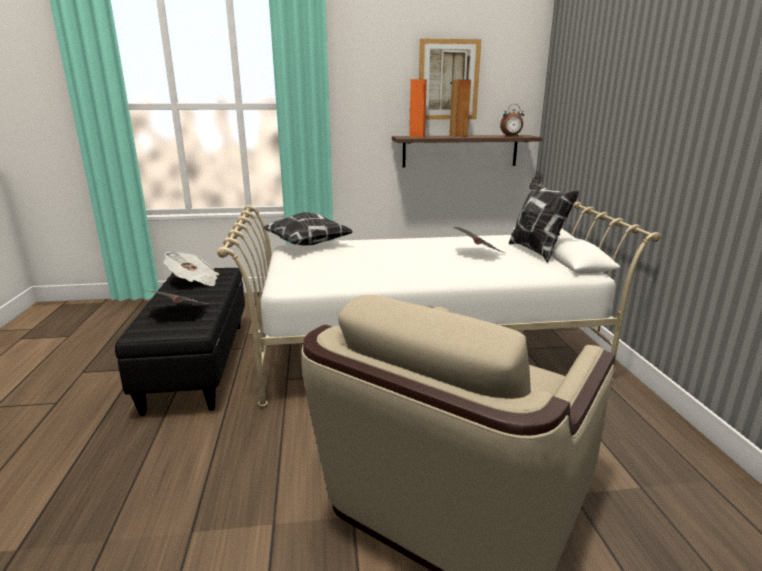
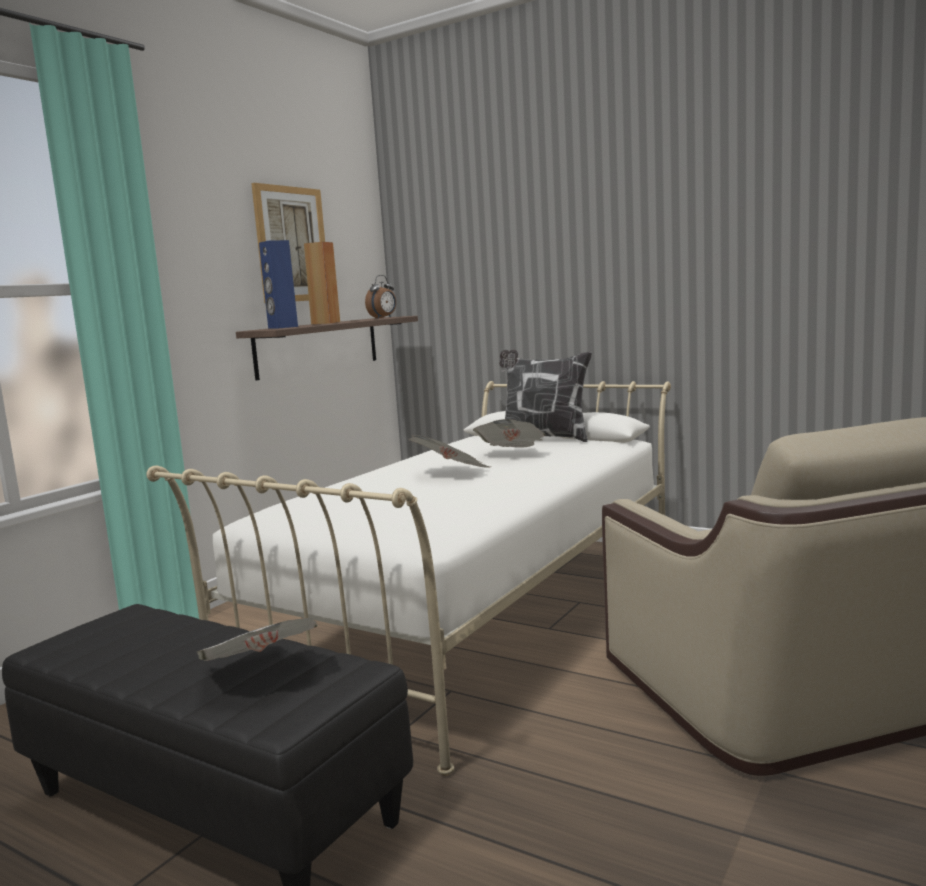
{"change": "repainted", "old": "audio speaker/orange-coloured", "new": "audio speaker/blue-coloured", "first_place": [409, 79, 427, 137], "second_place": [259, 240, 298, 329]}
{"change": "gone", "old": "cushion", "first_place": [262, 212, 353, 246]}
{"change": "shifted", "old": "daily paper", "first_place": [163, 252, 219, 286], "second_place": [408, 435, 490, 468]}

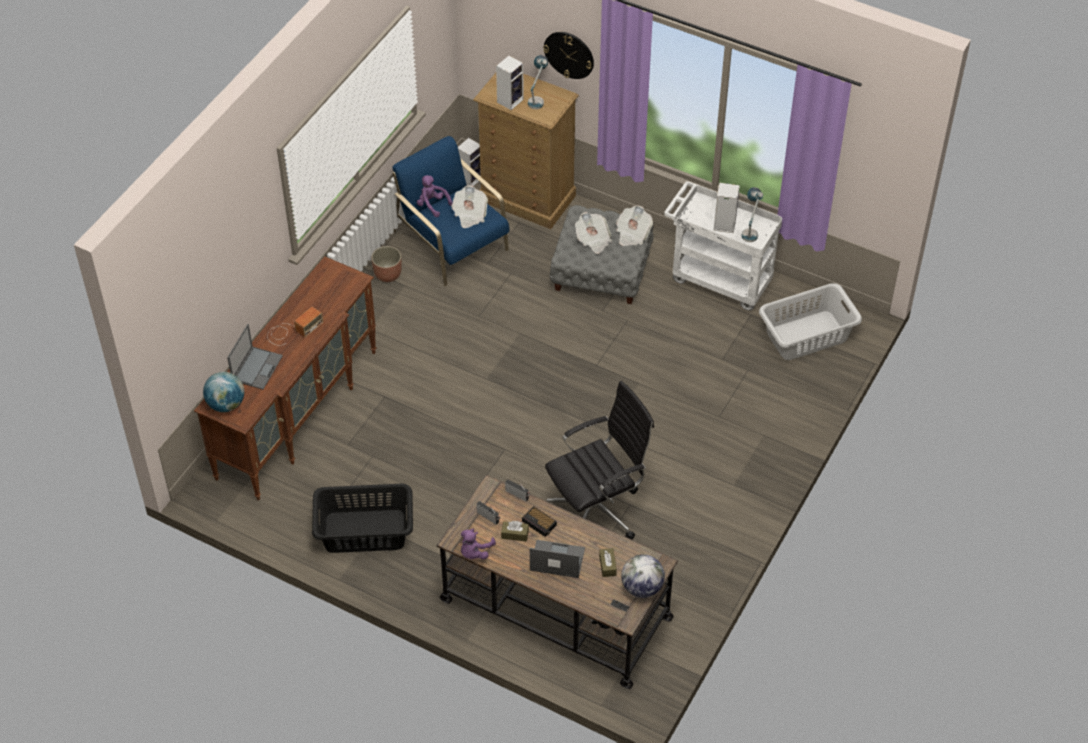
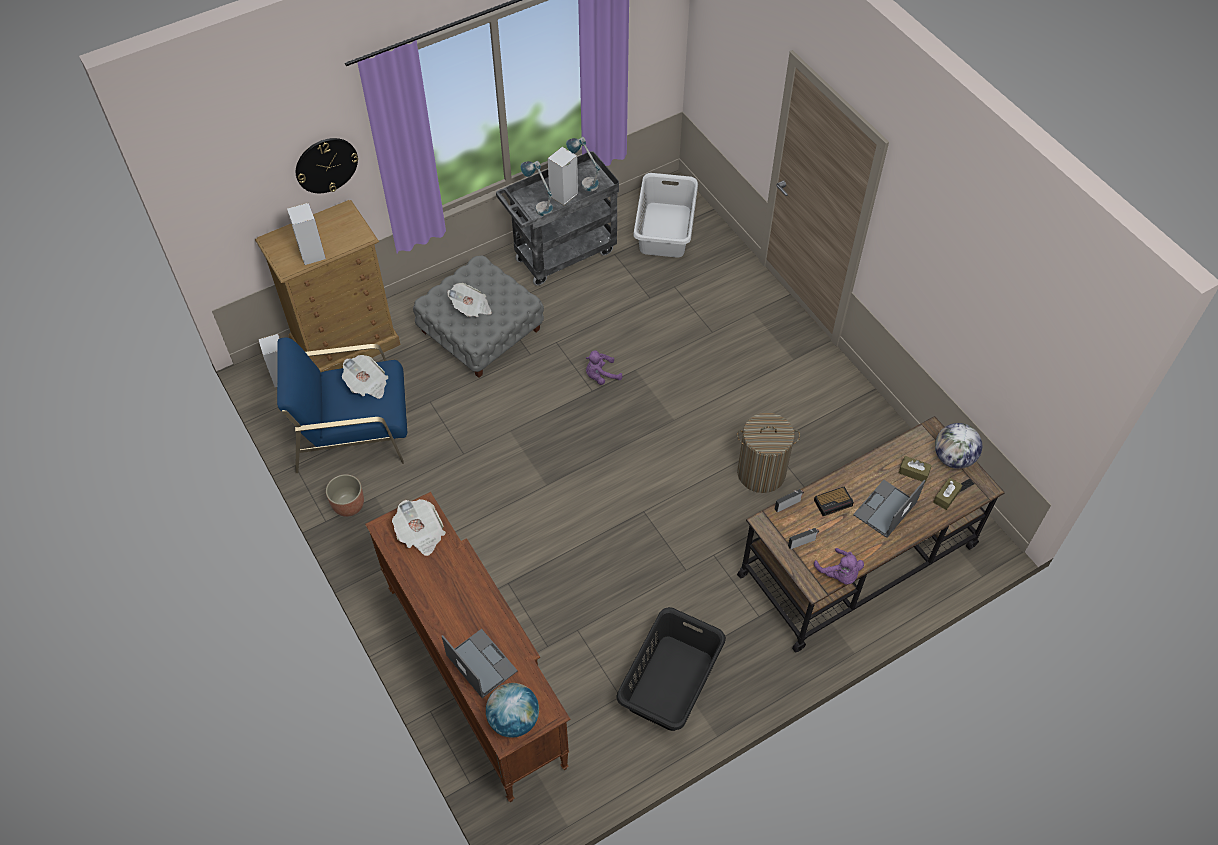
{"change": "shifted", "old": "tabletop lamp", "first_place": [528, 55, 548, 109], "second_place": [521, 161, 553, 216]}
{"change": "shifted", "old": "plush toy/purple", "first_place": [417, 175, 453, 217], "second_place": [586, 351, 623, 385]}
{"change": "repainted", "old": "cart/white-coloured", "new": "cart/black", "first_place": [664, 181, 782, 311], "second_place": [496, 151, 619, 285]}
{"change": "shifted", "old": "daily paper", "first_place": [616, 205, 653, 246], "second_place": [392, 499, 446, 556]}
{"change": "gone", "old": "radio receiver", "first_place": [267, 307, 323, 346]}
{"change": "swapped", "old": "desk chair/black", "new": "washing basket", "first_place": [545, 381, 654, 540], "second_place": [737, 413, 800, 493]}
{"change": "shifted", "old": "tissue box/brownish", "first_place": [501, 521, 529, 542], "second_place": [933, 477, 963, 510]}

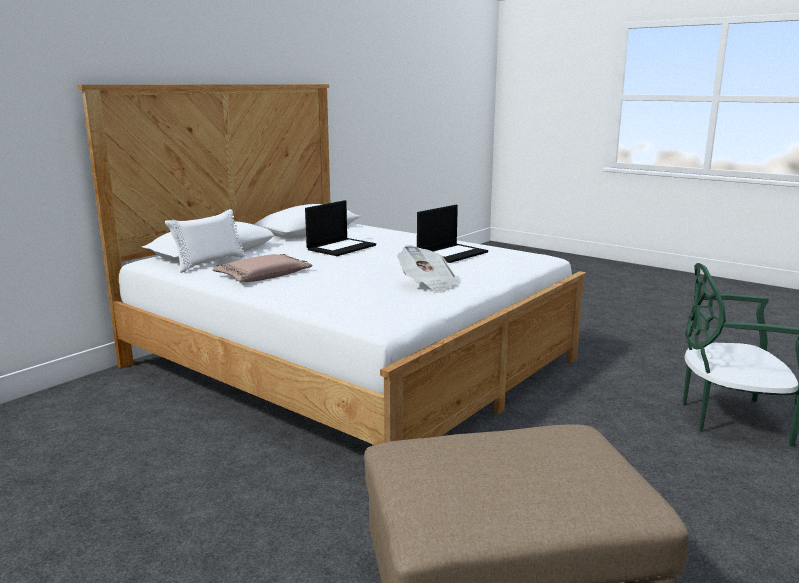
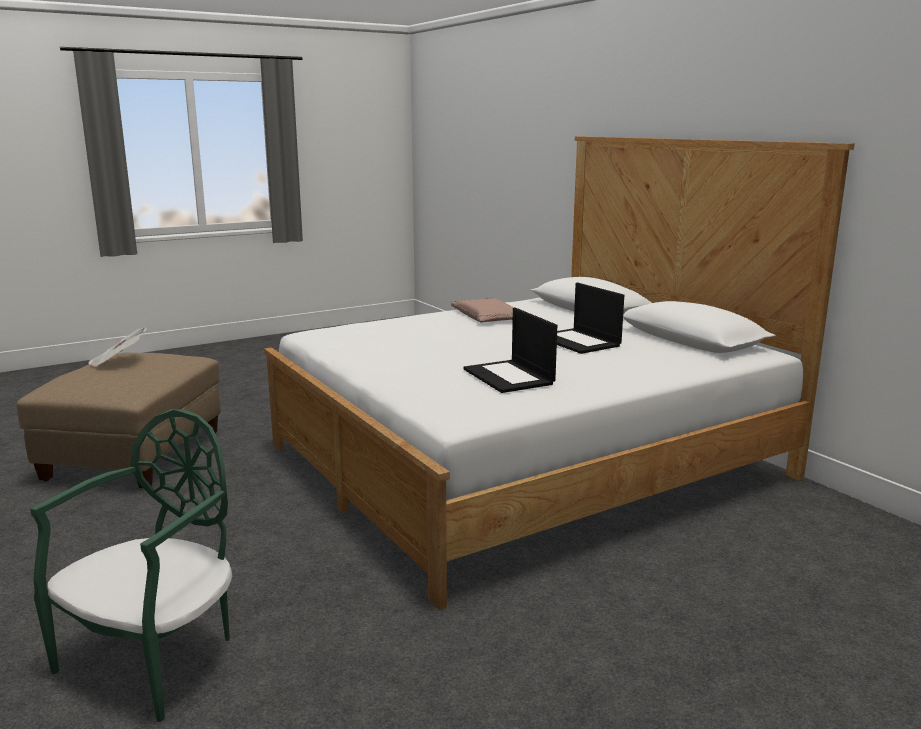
{"change": "gone", "old": "cushion/white-coloured", "first_place": [165, 209, 245, 273]}
{"change": "shifted", "old": "daily paper", "first_place": [397, 245, 458, 293], "second_place": [88, 327, 147, 367]}

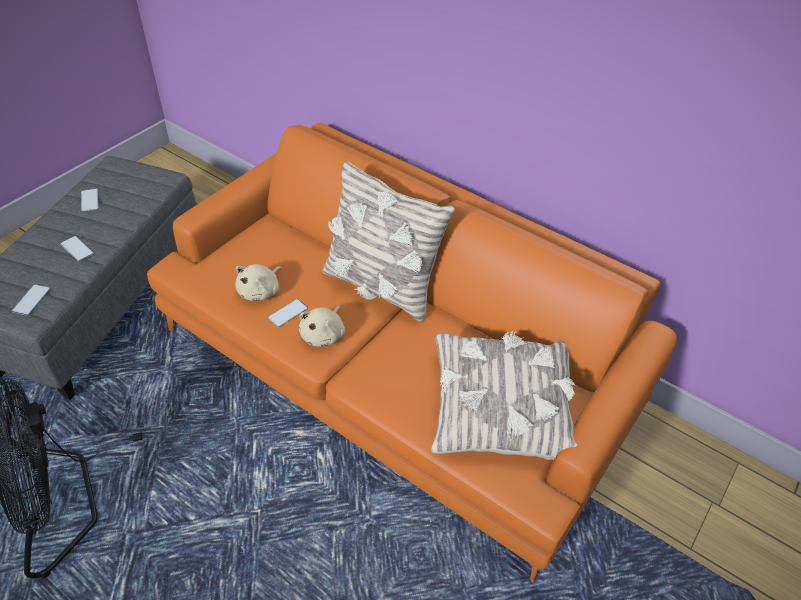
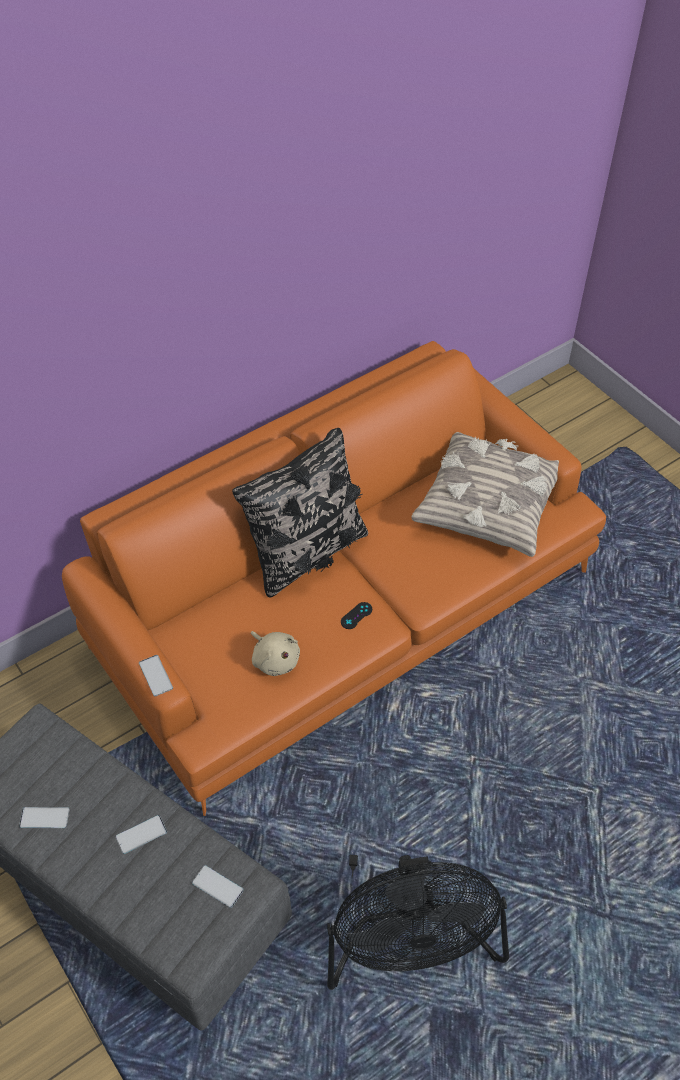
{"change": "repainted", "old": "cushion/beige", "new": "cushion/black", "first_place": [323, 162, 455, 322], "second_place": [232, 428, 368, 597]}
{"change": "shifted", "old": "telephone", "first_place": [268, 299, 308, 327], "second_place": [139, 655, 173, 696]}
{"change": "swapped", "old": "plush toy/beige", "new": "gamepad/black", "first_place": [299, 306, 345, 347], "second_place": [341, 602, 372, 629]}

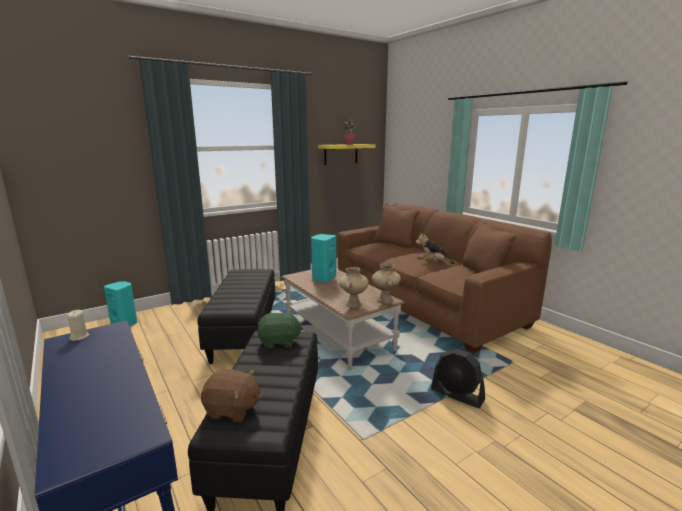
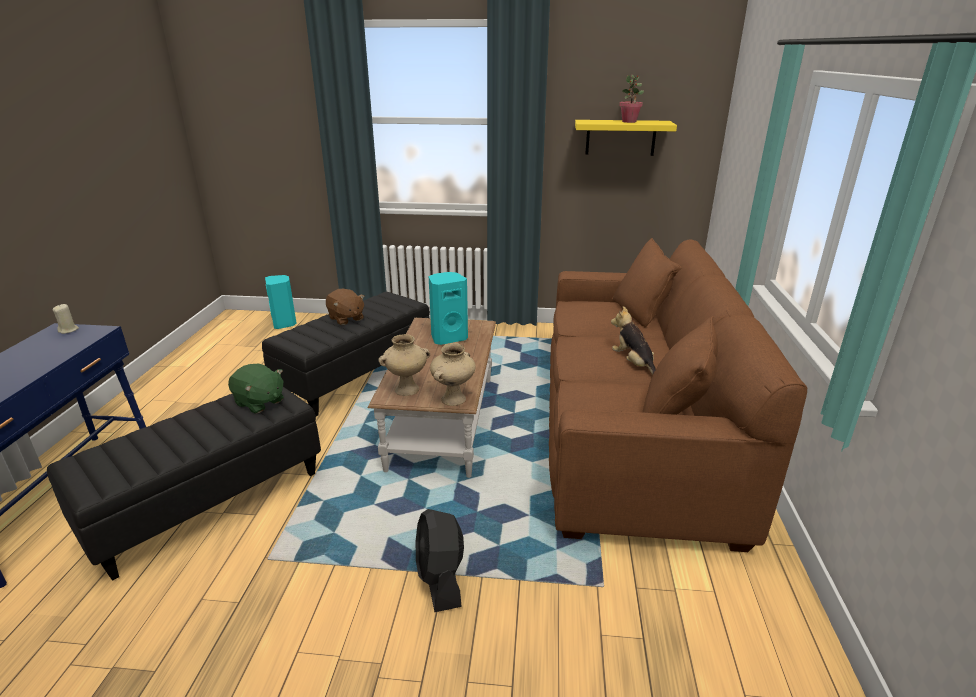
{"change": "shifted", "old": "plush toy/brownish", "first_place": [201, 369, 262, 422], "second_place": [326, 289, 365, 325]}

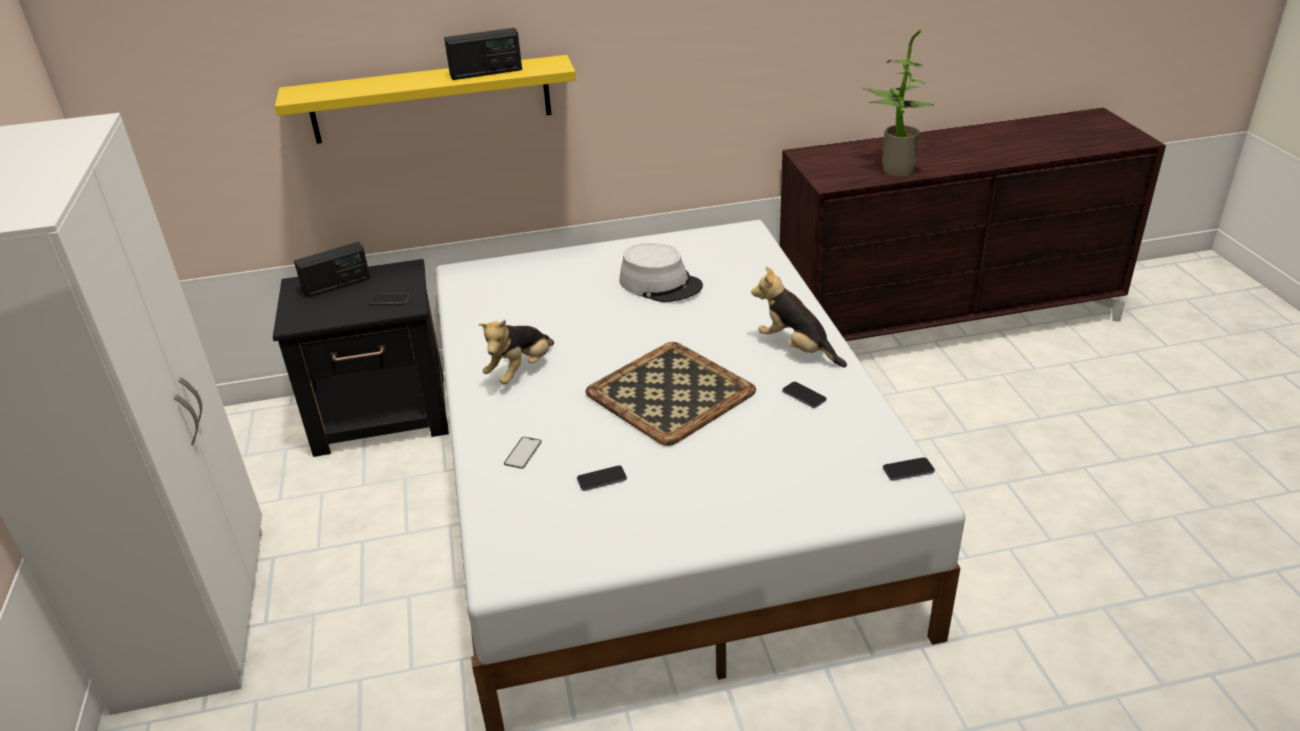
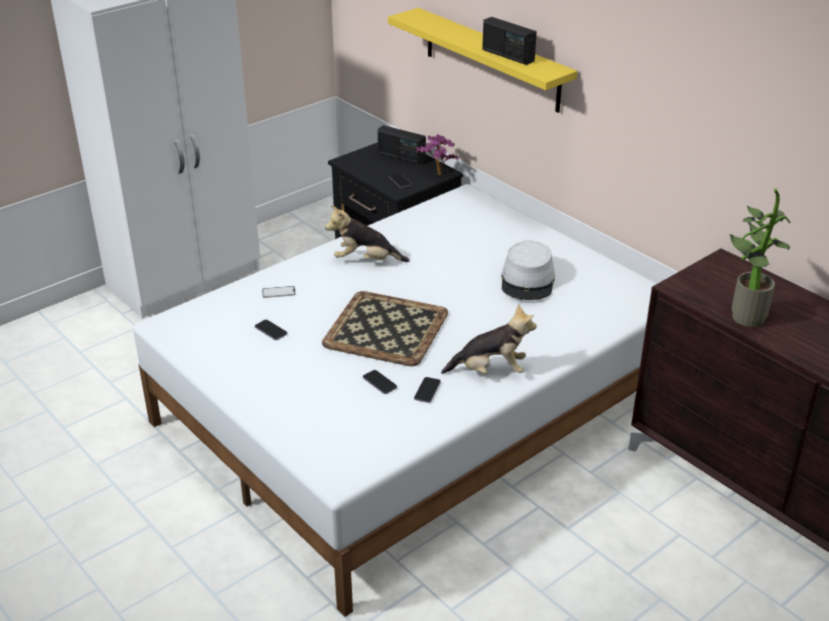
{"change": "rotated", "old": "plush toy", "first_place": [751, 266, 847, 367], "second_place": [441, 304, 537, 375], "degrees": 75}
{"change": "shifted", "old": "telephone", "first_place": [883, 457, 935, 481], "second_place": [363, 370, 397, 394]}
{"change": "new", "new": "potted plant", "second_place": [416, 134, 459, 175]}

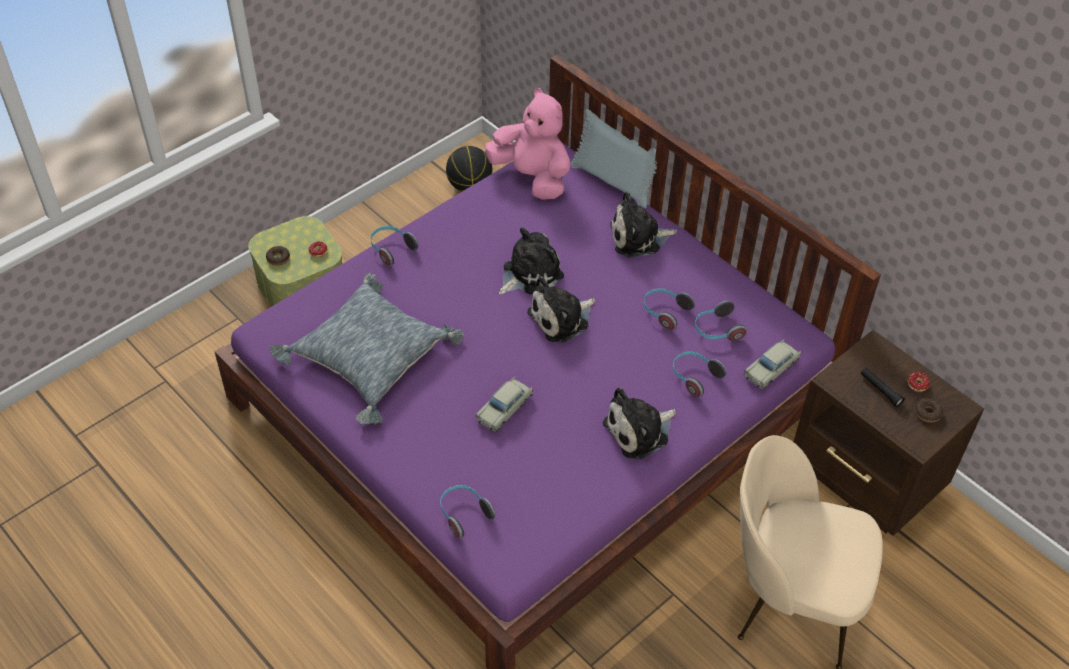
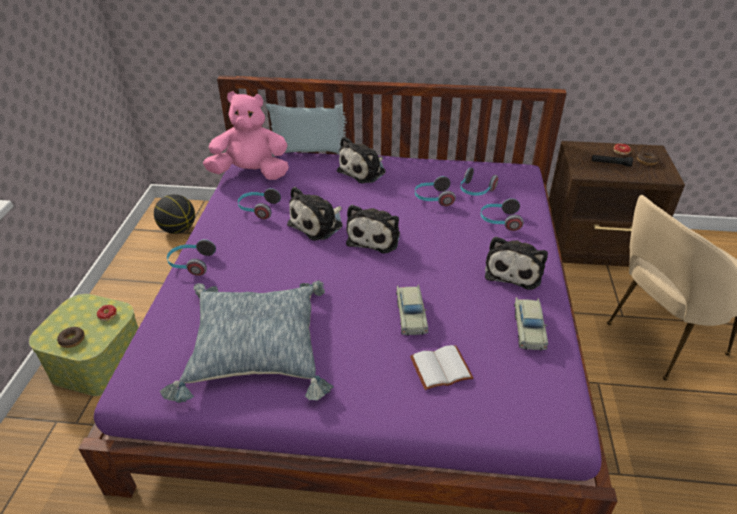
{"change": "rotated", "old": "plush toy", "first_place": [499, 227, 564, 295], "second_place": [287, 187, 343, 241], "degrees": -150}
{"change": "shifted", "old": "model car/beige", "first_place": [744, 339, 801, 389], "second_place": [514, 297, 548, 351]}
{"change": "shifted", "old": "pair of headphones", "first_place": [440, 485, 495, 538], "second_place": [238, 188, 281, 219]}
{"change": "new", "new": "volume/white-coloured", "second_place": [410, 345, 473, 390]}

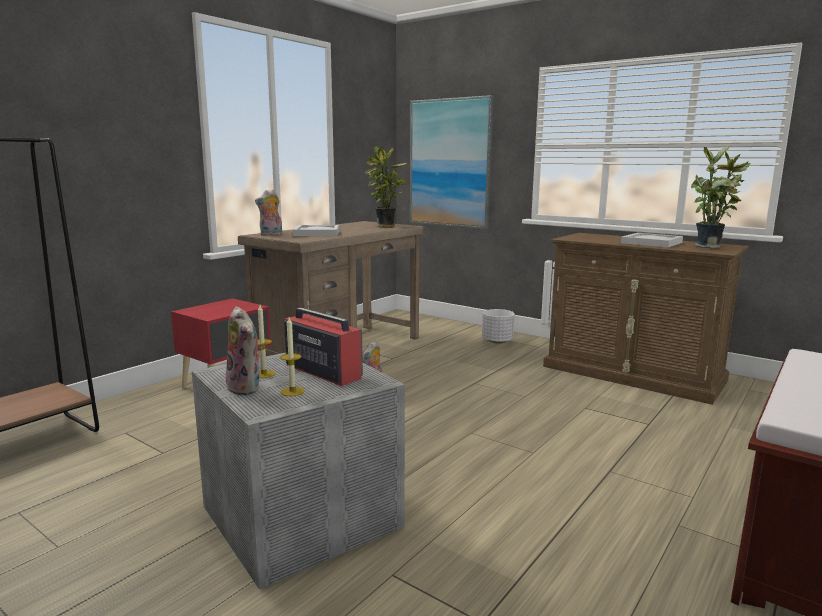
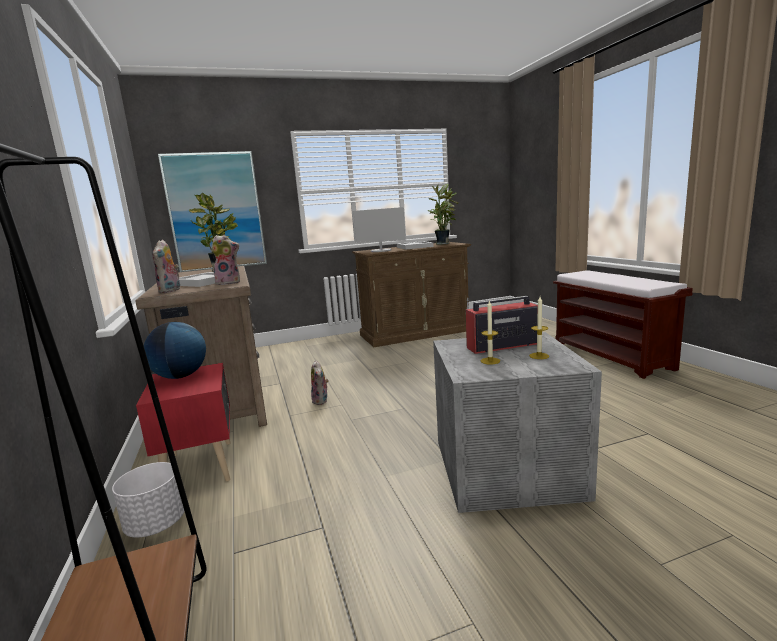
{"change": "shifted", "old": "plush toy", "first_place": [226, 306, 262, 395], "second_place": [211, 235, 240, 285]}
{"change": "shifted", "old": "planter/white-coloured", "first_place": [482, 309, 515, 344], "second_place": [112, 462, 184, 538]}
{"change": "new", "new": "computer display", "second_place": [352, 207, 406, 252]}
{"change": "new", "new": "desk globe", "second_place": [144, 322, 206, 379]}

